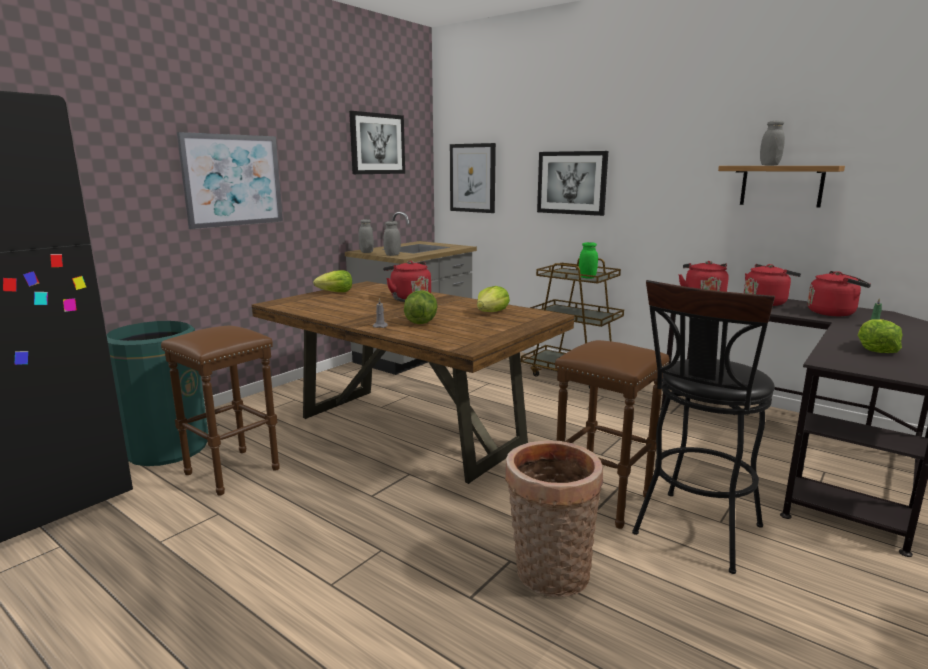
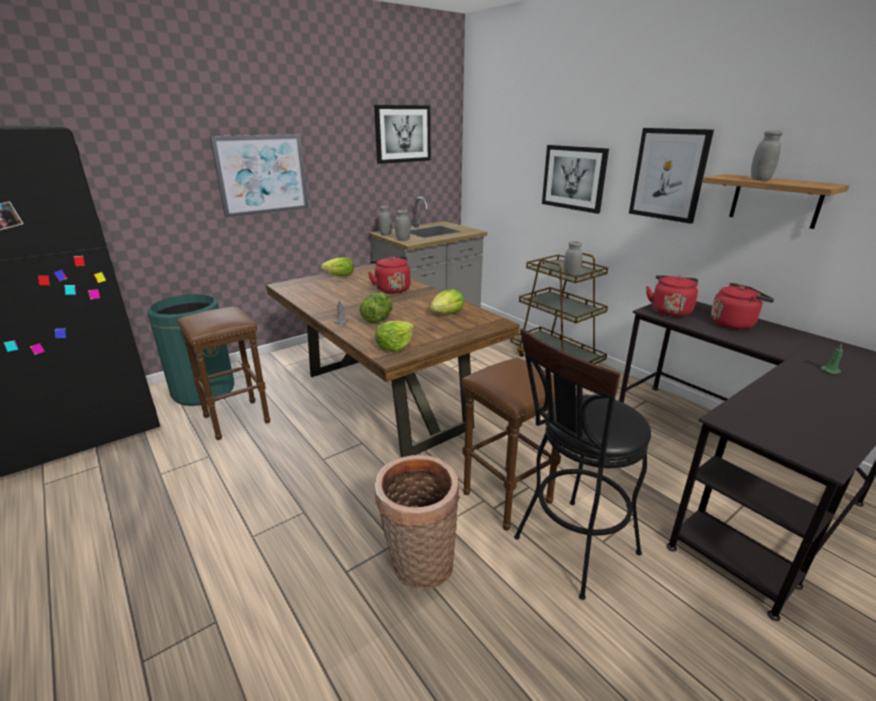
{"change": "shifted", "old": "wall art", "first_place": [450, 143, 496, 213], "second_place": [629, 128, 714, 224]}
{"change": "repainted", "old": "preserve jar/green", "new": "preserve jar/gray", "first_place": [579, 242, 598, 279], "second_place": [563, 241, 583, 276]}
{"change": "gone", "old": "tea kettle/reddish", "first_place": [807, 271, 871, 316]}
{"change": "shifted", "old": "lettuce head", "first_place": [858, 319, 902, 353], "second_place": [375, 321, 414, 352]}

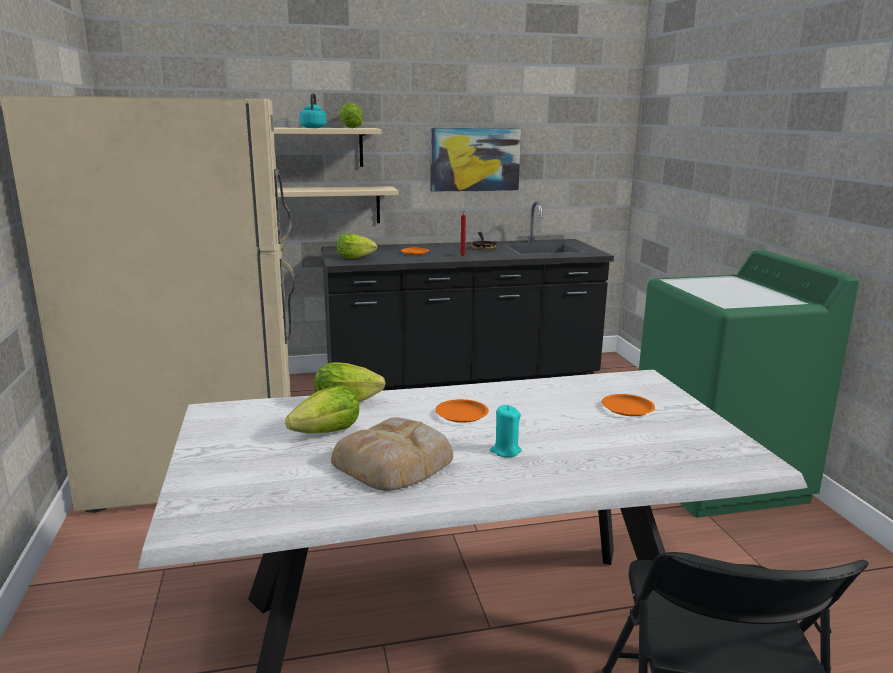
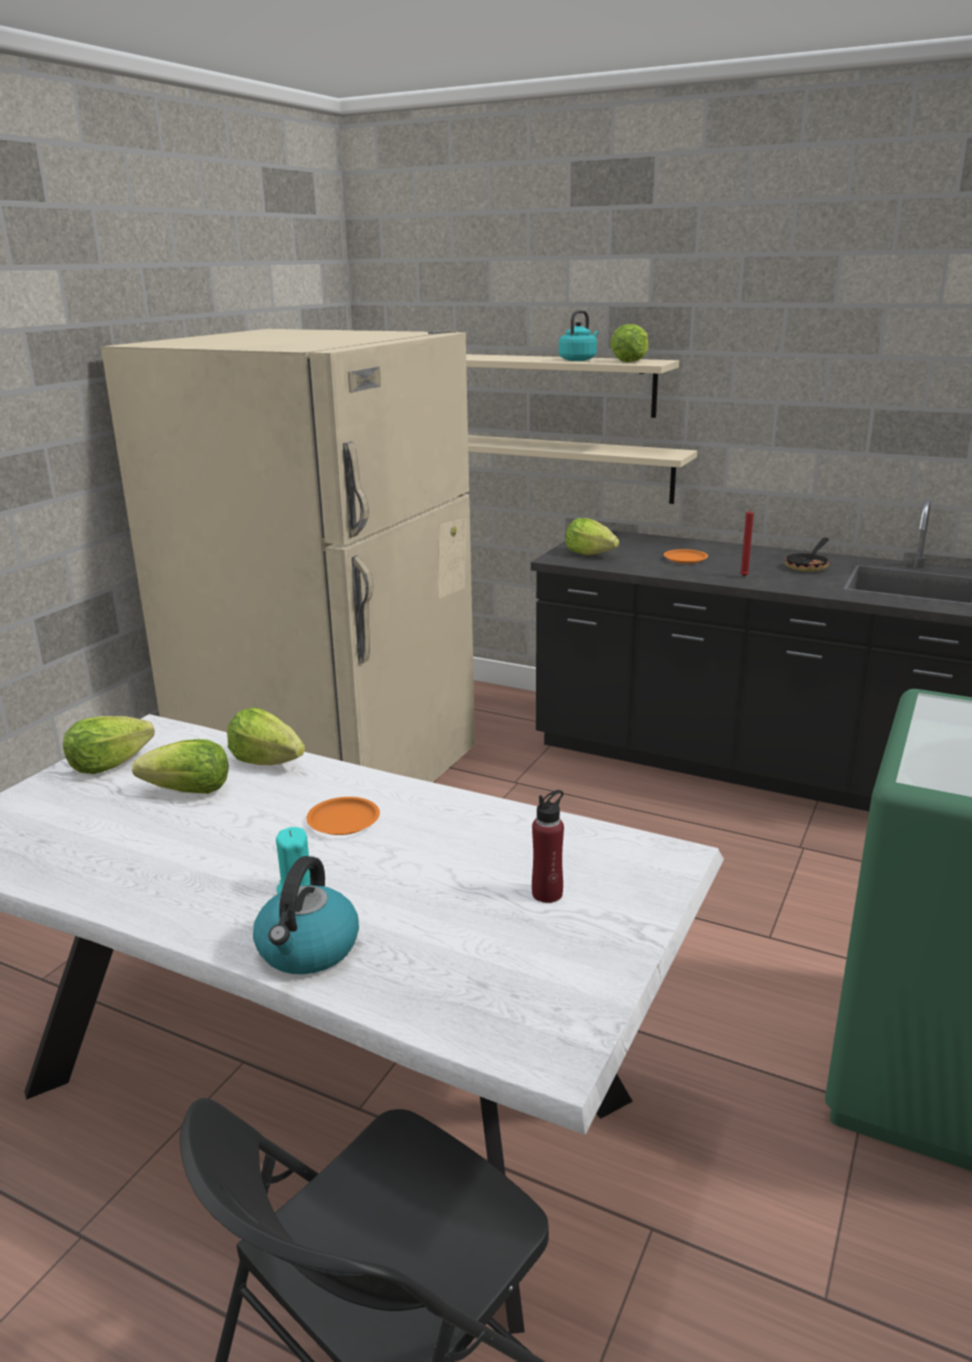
{"change": "gone", "old": "wall art", "first_place": [430, 128, 521, 192]}
{"change": "swapped", "old": "plate/orange-coloured", "new": "beverage bottle/reddish", "first_place": [602, 394, 655, 416], "second_place": [532, 790, 564, 903]}
{"change": "gone", "old": "bakery bread", "first_place": [331, 417, 453, 491]}
{"change": "new", "new": "lettuce head", "second_place": [63, 716, 155, 774]}
{"change": "new", "new": "tea kettle", "second_place": [253, 856, 359, 974]}

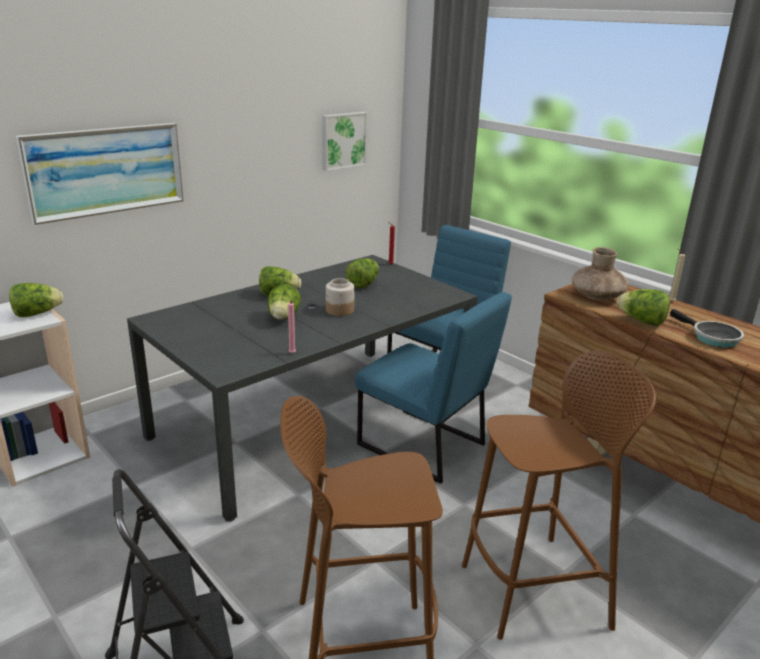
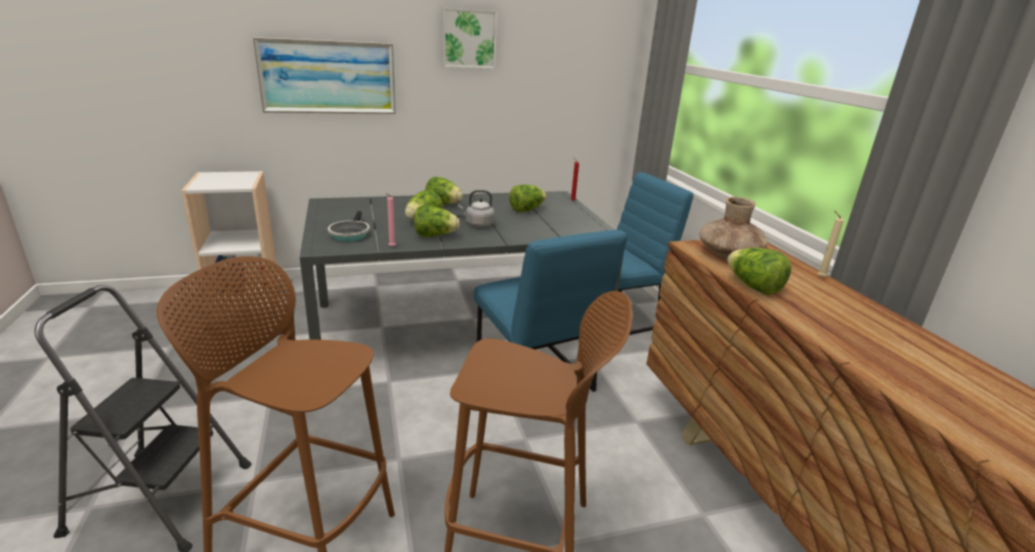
{"change": "shifted", "old": "wall art", "first_place": [322, 112, 367, 171], "second_place": [442, 8, 497, 69]}
{"change": "swapped", "old": "preserve jar", "new": "tea kettle/gray", "first_place": [326, 278, 355, 316], "second_place": [458, 190, 495, 227]}
{"change": "shifted", "old": "lettuce head", "first_place": [9, 283, 63, 317], "second_place": [414, 205, 460, 237]}
{"change": "shifted", "old": "frying pan", "first_place": [670, 309, 744, 348], "second_place": [328, 211, 370, 242]}

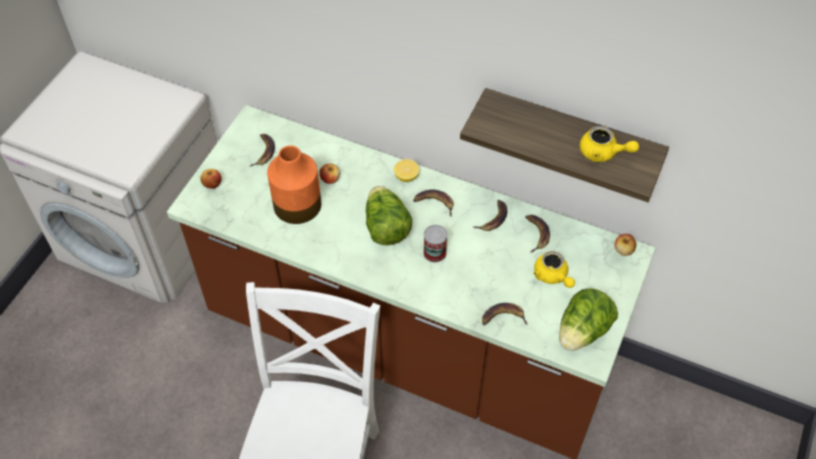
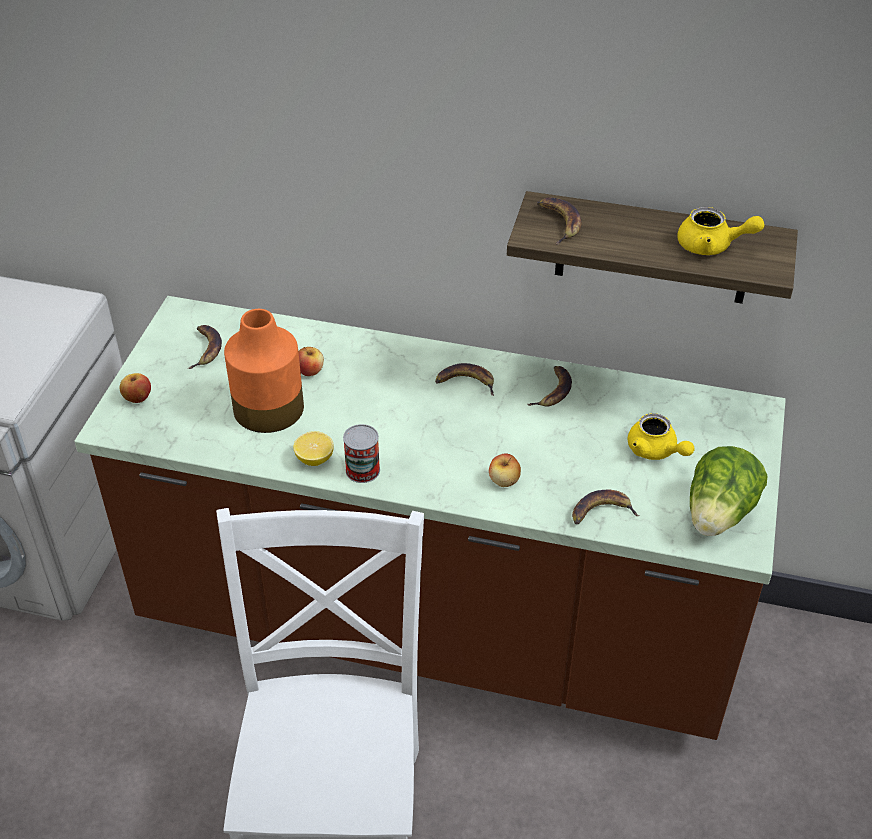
{"change": "shifted", "old": "whole lemon", "first_place": [394, 159, 419, 182], "second_place": [293, 431, 334, 466]}
{"change": "gone", "old": "lettuce head", "first_place": [366, 186, 412, 246]}
{"change": "shifted", "old": "banana", "first_place": [525, 215, 550, 253], "second_place": [537, 197, 581, 245]}
{"change": "shifted", "old": "sealed can", "first_place": [423, 225, 448, 263], "second_place": [343, 424, 380, 483]}
{"change": "shifted", "old": "apple", "first_place": [614, 234, 636, 256], "second_place": [489, 453, 521, 487]}

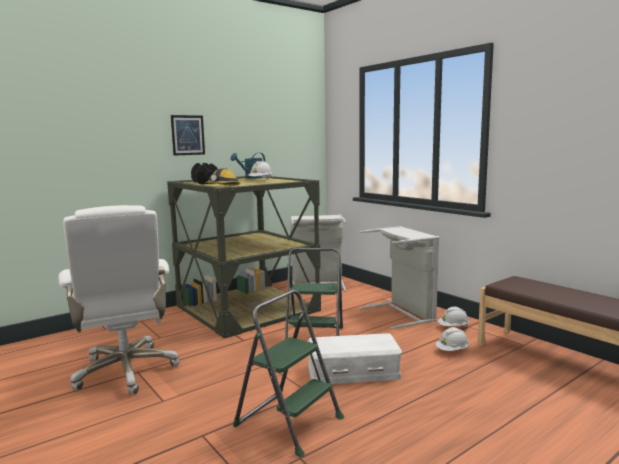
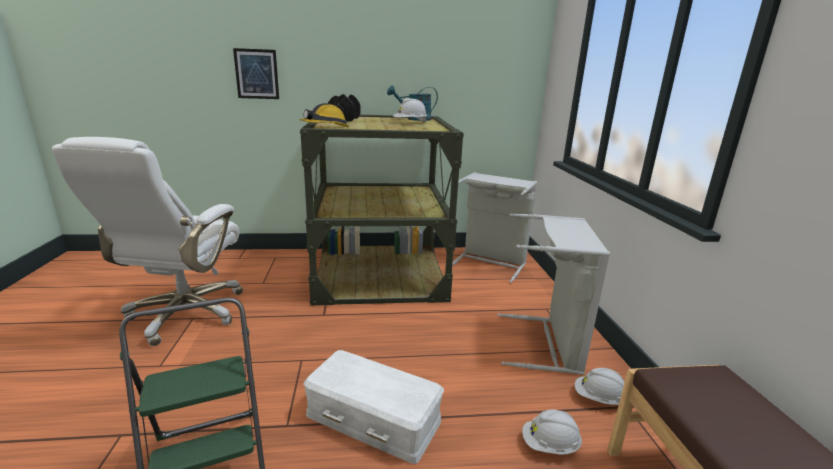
{"change": "shifted", "old": "wall art", "first_place": [171, 115, 205, 156], "second_place": [233, 48, 279, 99]}
{"change": "gone", "old": "step stool/green", "first_place": [285, 248, 343, 339]}

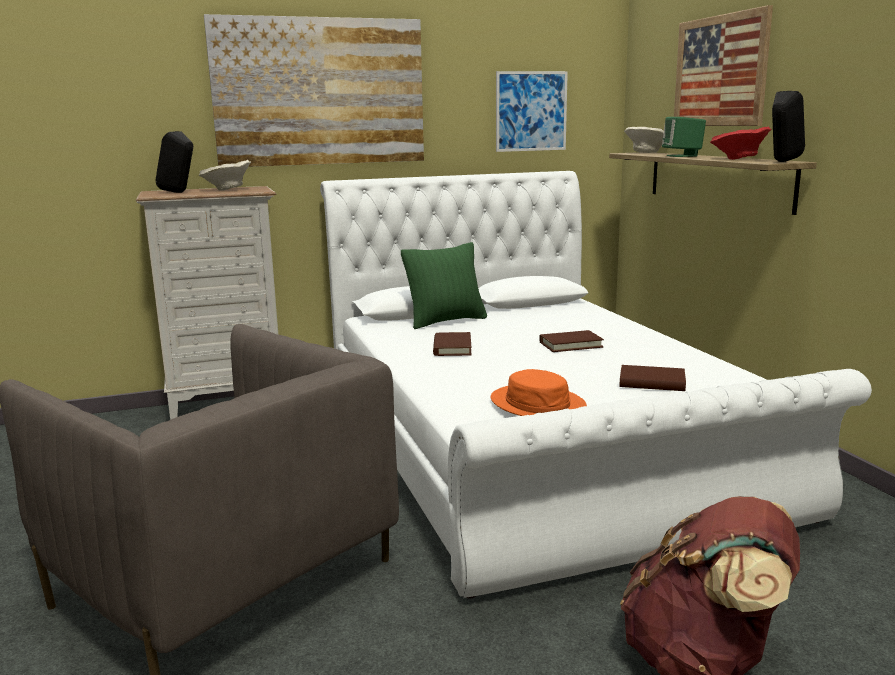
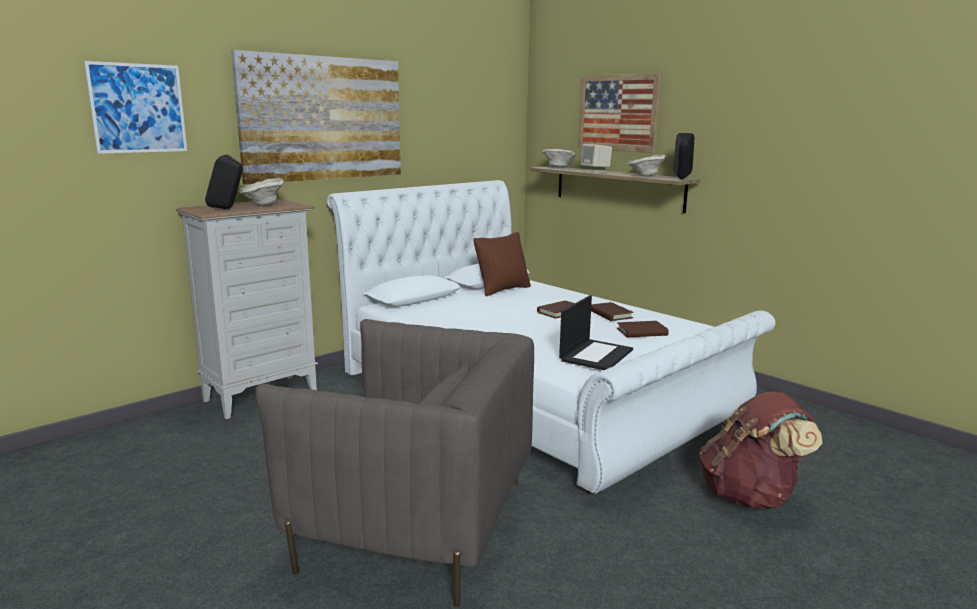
{"change": "shifted", "old": "wall art", "first_place": [496, 71, 568, 152], "second_place": [84, 61, 187, 154]}
{"change": "repainted", "old": "audio speaker/green", "new": "audio speaker/beige", "first_place": [662, 117, 706, 157], "second_place": [581, 144, 612, 173]}
{"change": "repainted", "old": "deep dish/reddish", "new": "deep dish/beige", "first_place": [710, 127, 771, 160], "second_place": [627, 154, 666, 176]}
{"change": "gone", "old": "cushion/green", "first_place": [401, 242, 487, 329]}
{"change": "shifted", "old": "volume/brownish", "first_place": [433, 332, 472, 356], "second_place": [591, 302, 634, 321]}
{"change": "swapped", "old": "wearable hat/orange-coloured", "new": "notebook computer", "first_place": [490, 369, 587, 416], "second_place": [559, 295, 633, 370]}
{"change": "new", "new": "cushion/brownish", "second_place": [474, 232, 531, 296]}

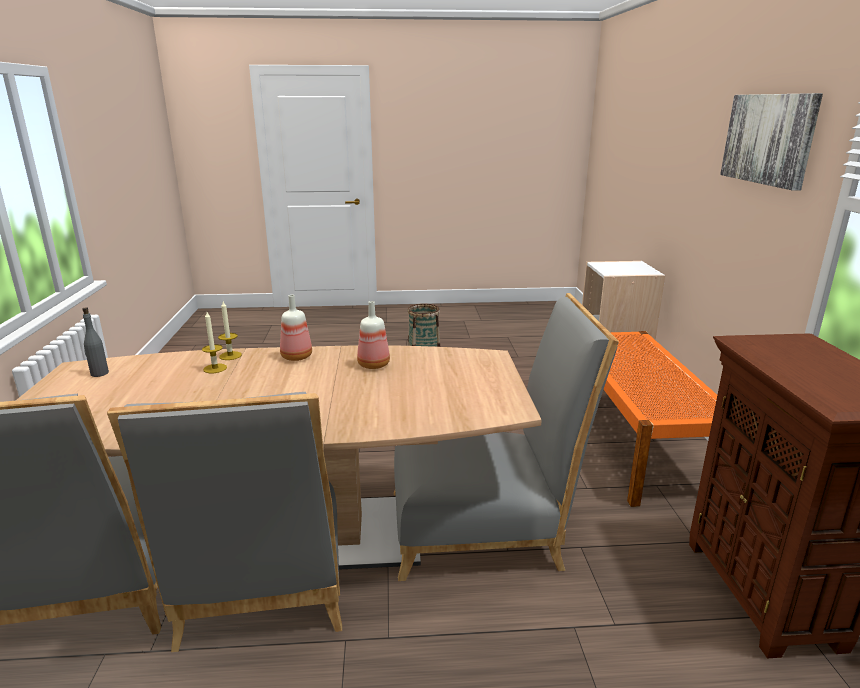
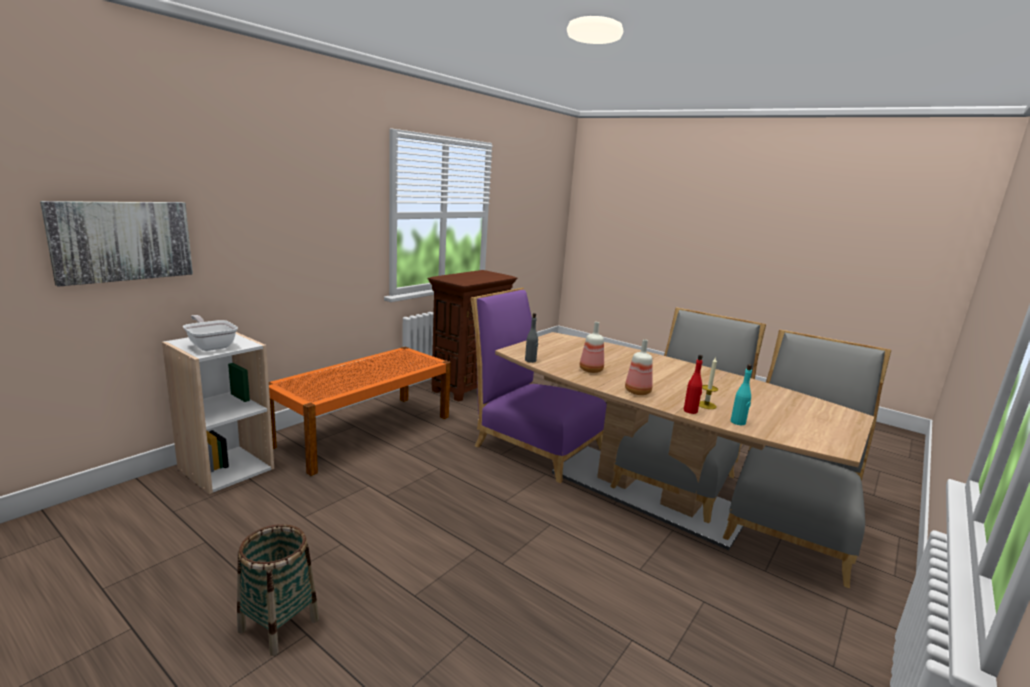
{"change": "shifted", "old": "wall art", "first_place": [720, 93, 823, 191], "second_place": [40, 201, 193, 287]}
{"change": "repainted", "old": "chair/gray", "new": "chair/purple", "first_place": [394, 293, 619, 581], "second_place": [471, 288, 607, 483]}
{"change": "swapped", "old": "wax candle", "new": "beverage bottle/reddish", "first_place": [218, 301, 242, 360], "second_place": [684, 355, 703, 414]}
{"change": "shifted", "old": "beverage bottle/gray", "first_place": [82, 307, 109, 377], "second_place": [525, 313, 538, 363]}
{"change": "new", "new": "frying pan", "second_place": [183, 315, 238, 351]}
{"change": "new", "new": "beverage bottle/turquoise", "second_place": [731, 364, 752, 425]}

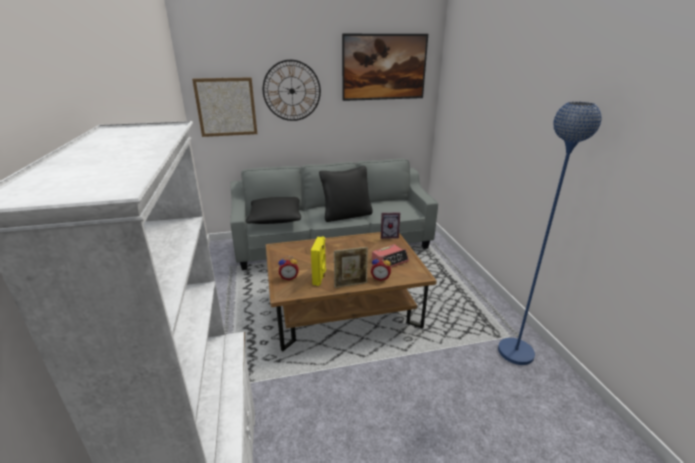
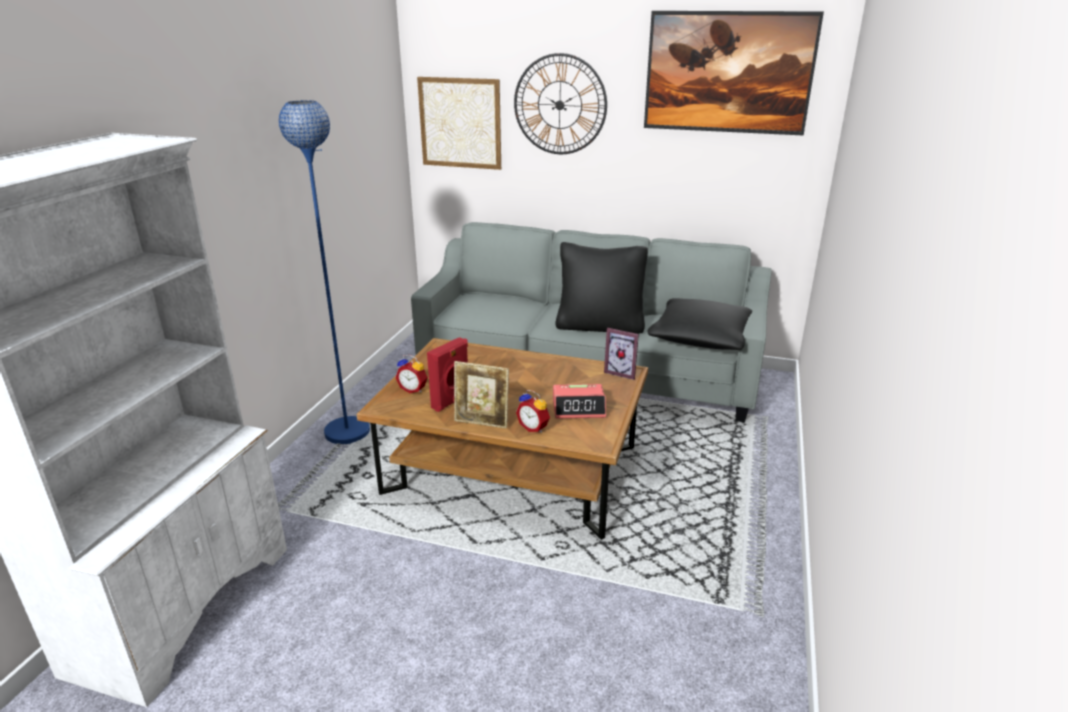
{"change": "shifted", "old": "standing lamp/blue-coloured", "first_place": [498, 102, 602, 365], "second_place": [279, 100, 370, 444]}
{"change": "shifted", "old": "cushion/black", "first_place": [246, 197, 301, 224], "second_place": [648, 298, 752, 350]}
{"change": "repainted", "old": "audio speaker/yellow", "new": "audio speaker/reddish", "first_place": [311, 237, 326, 286], "second_place": [427, 337, 468, 412]}

